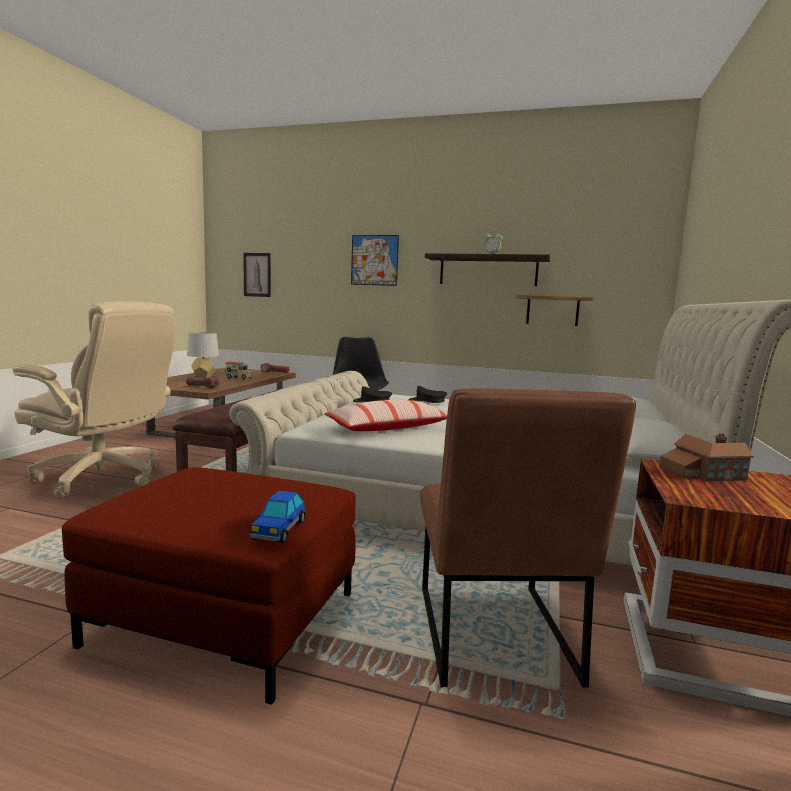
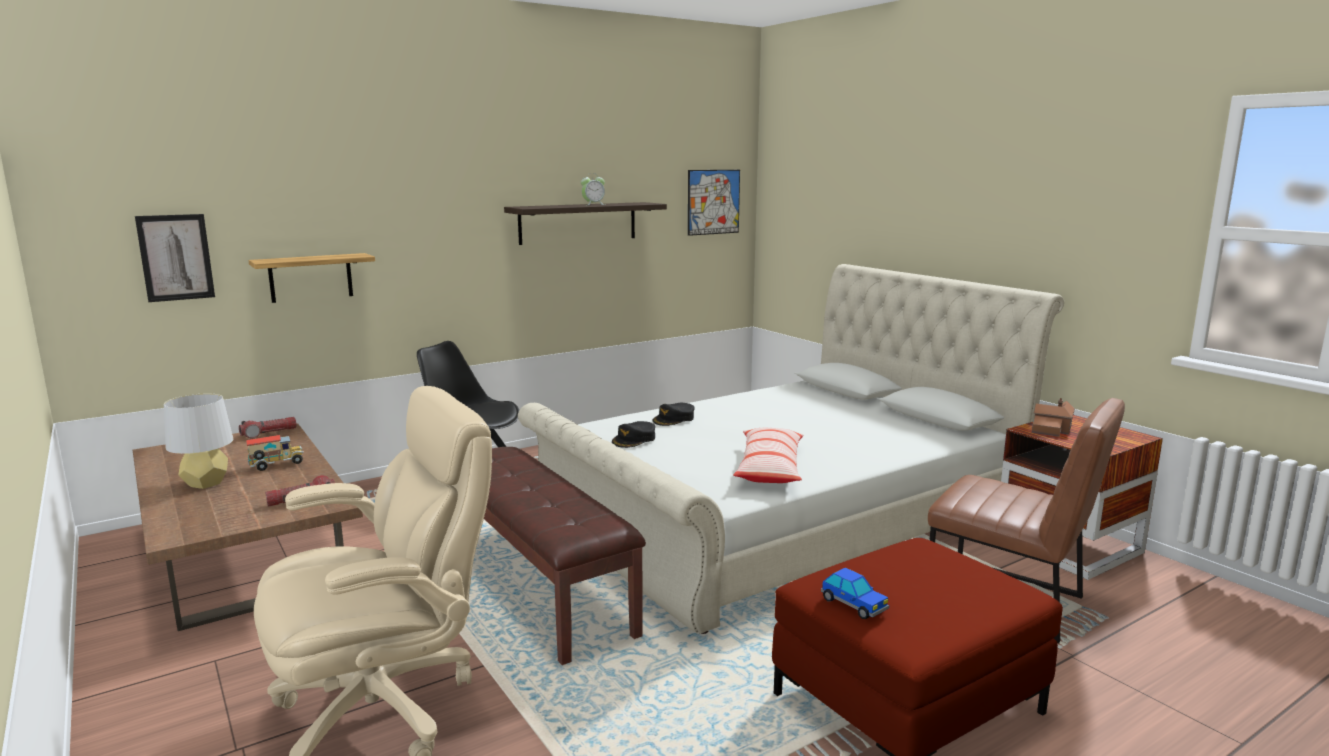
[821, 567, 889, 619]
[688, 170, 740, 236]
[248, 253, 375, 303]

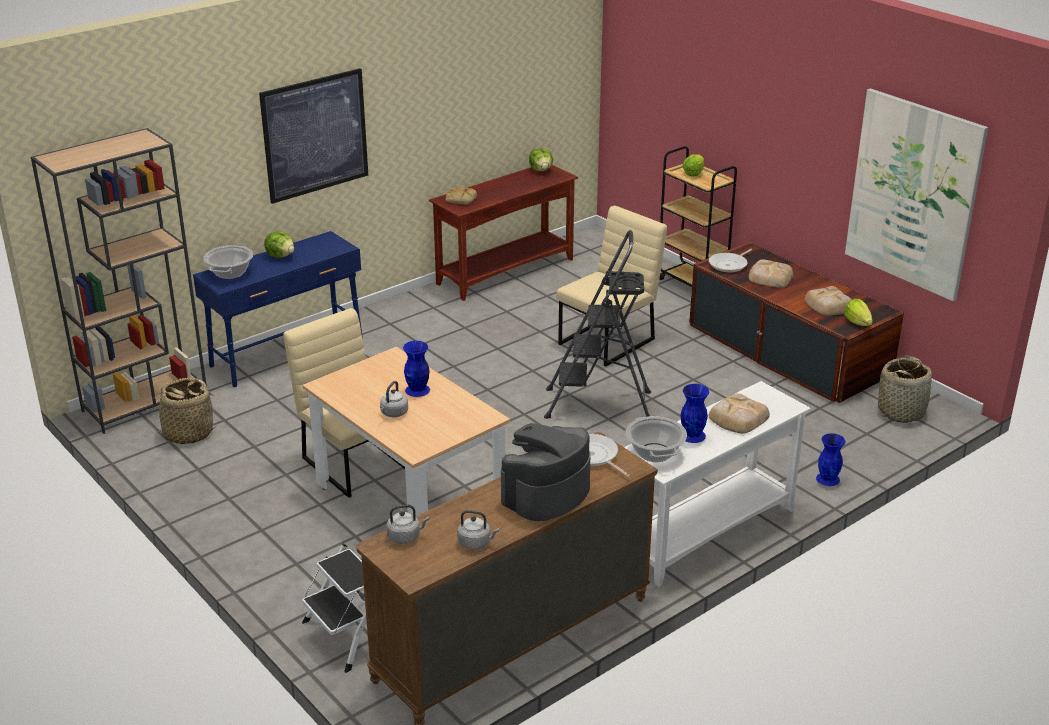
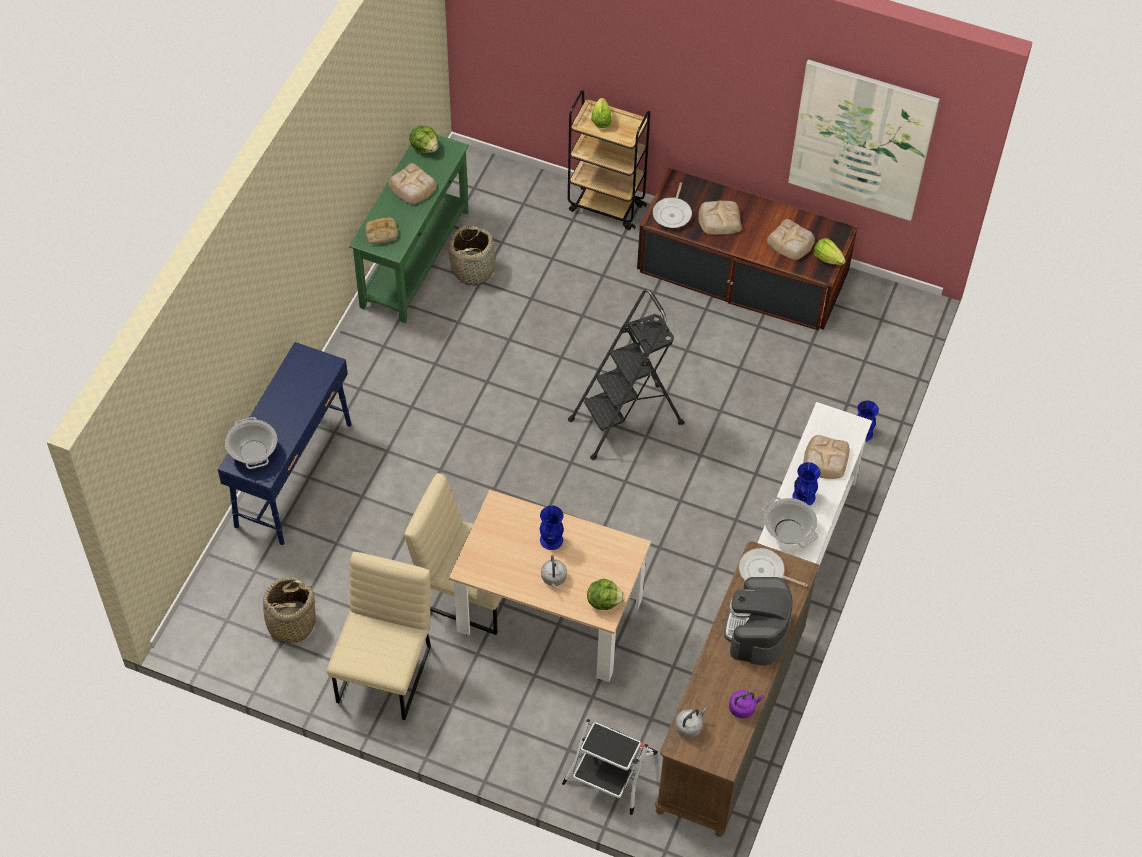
[31, 128, 207, 434] (first image)
[259, 68, 368, 204] (first image)
[587, 578, 625, 610]
[349, 134, 469, 323]
[729, 690, 764, 719]
[327, 552, 431, 720]
[449, 225, 495, 286]
[388, 163, 437, 204]

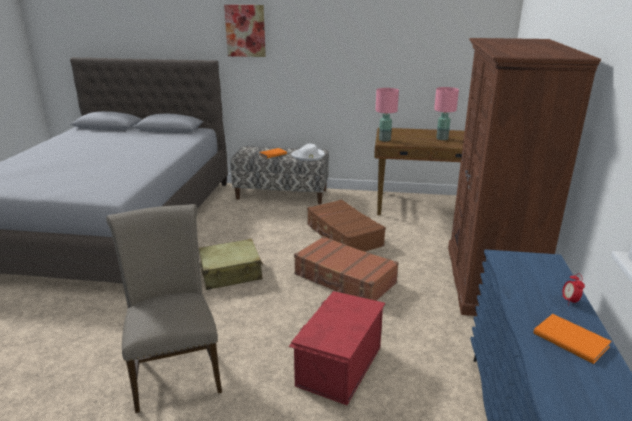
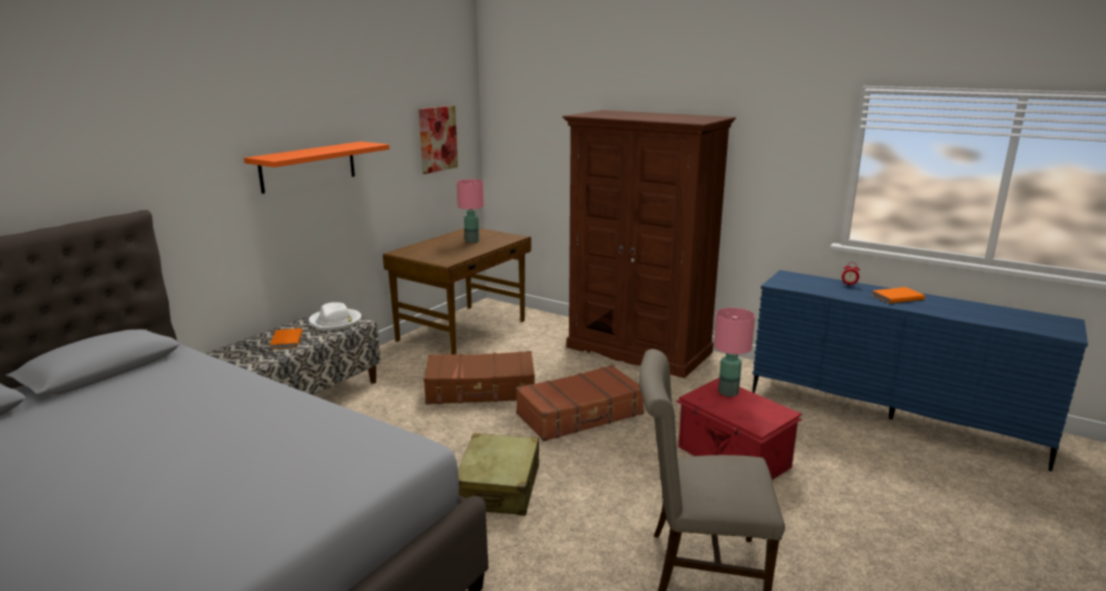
[419, 106, 458, 174]
[714, 308, 755, 397]
[244, 141, 390, 194]

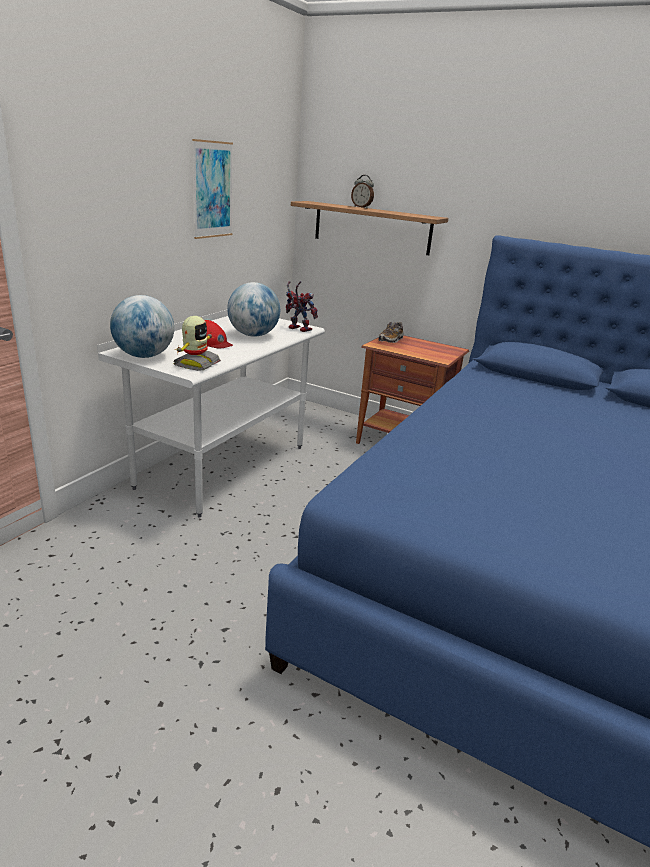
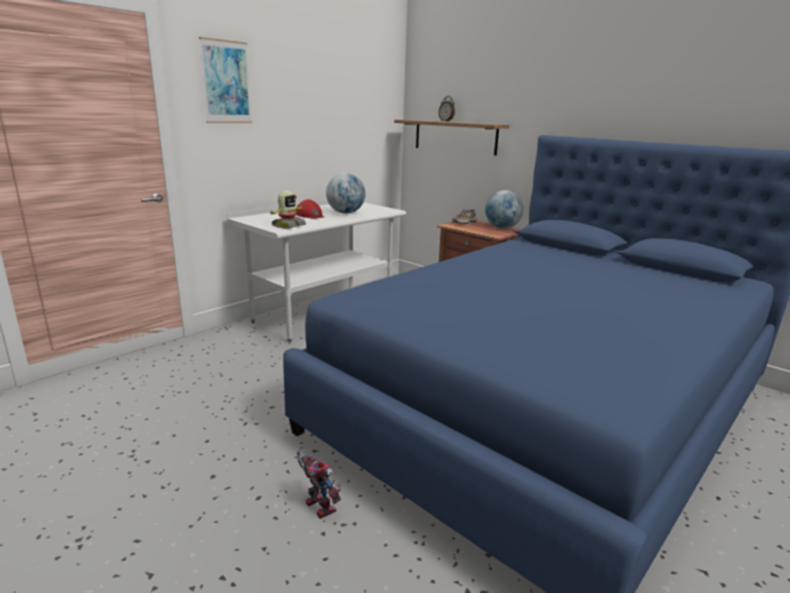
[485, 190, 524, 229]
[199, 37, 252, 123]
[297, 445, 341, 519]

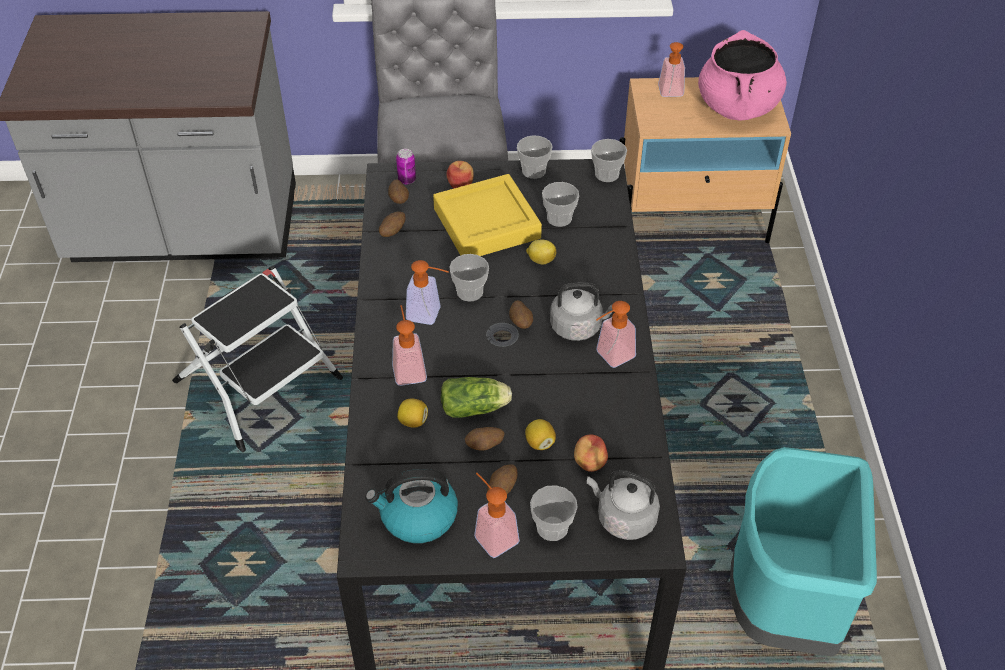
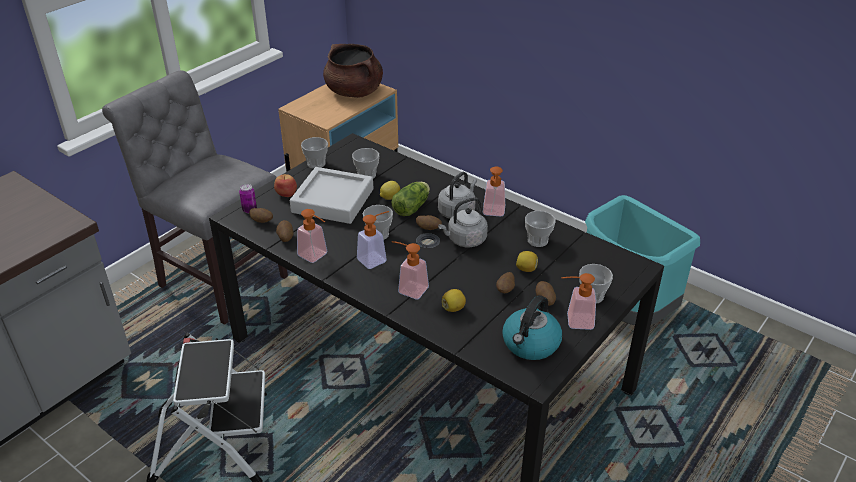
[290, 167, 373, 224]
[392, 182, 430, 216]
[574, 435, 608, 472] (first image)
[438, 197, 488, 247]
[525, 211, 555, 247]
[297, 209, 327, 263]
[323, 44, 383, 98]

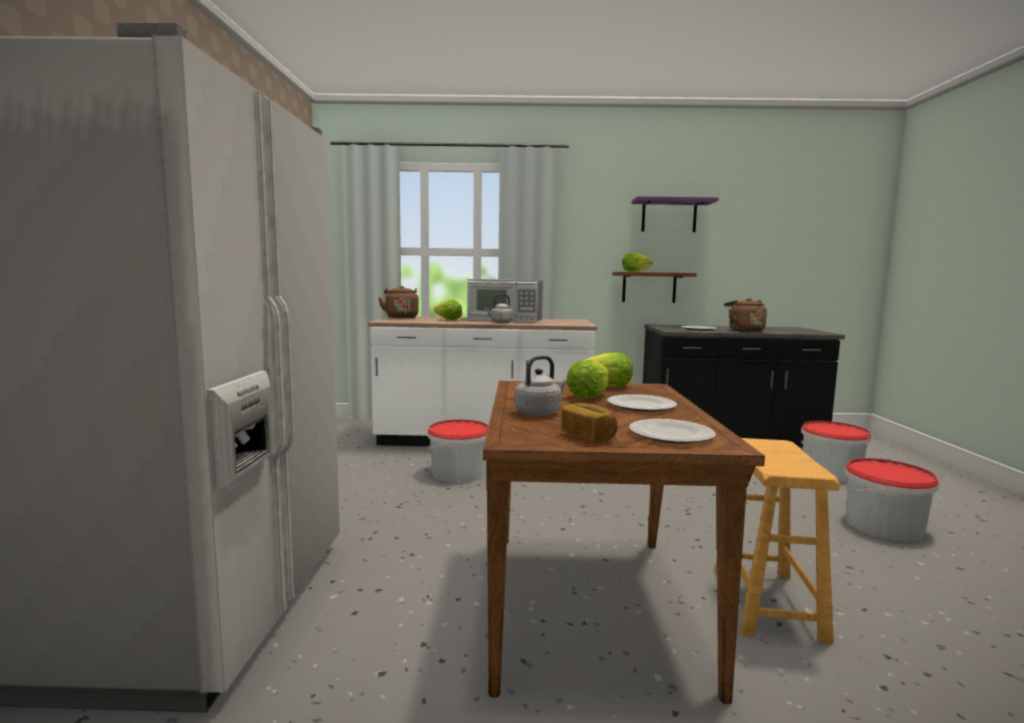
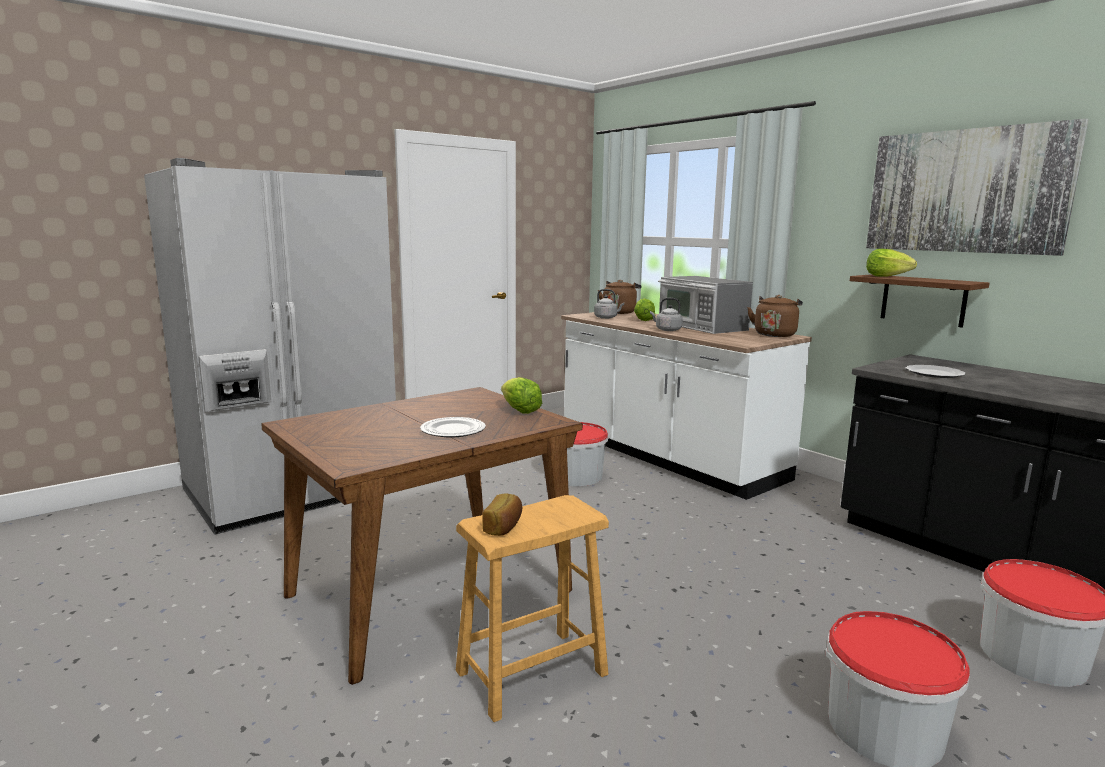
[594, 289, 624, 319]
[482, 493, 522, 536]
[567, 360, 609, 399] (first image)
[629, 419, 715, 444] (first image)
[866, 118, 1089, 256]
[747, 295, 803, 337]

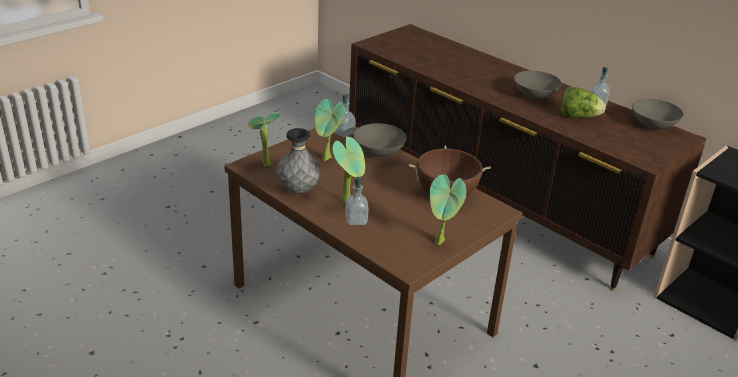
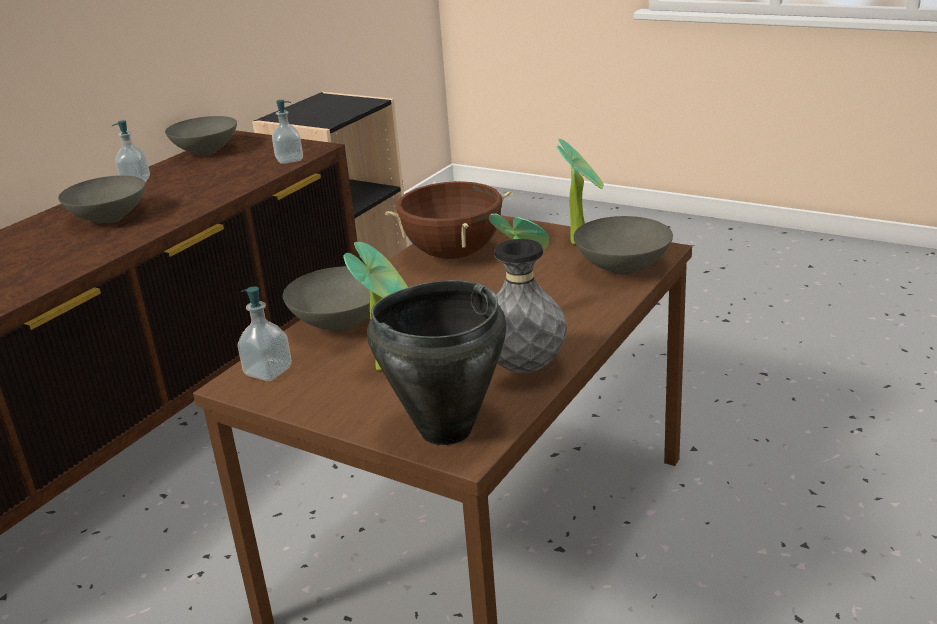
[367, 280, 506, 445]
[272, 100, 303, 164]
[561, 87, 606, 118] (first image)
[574, 216, 673, 275]

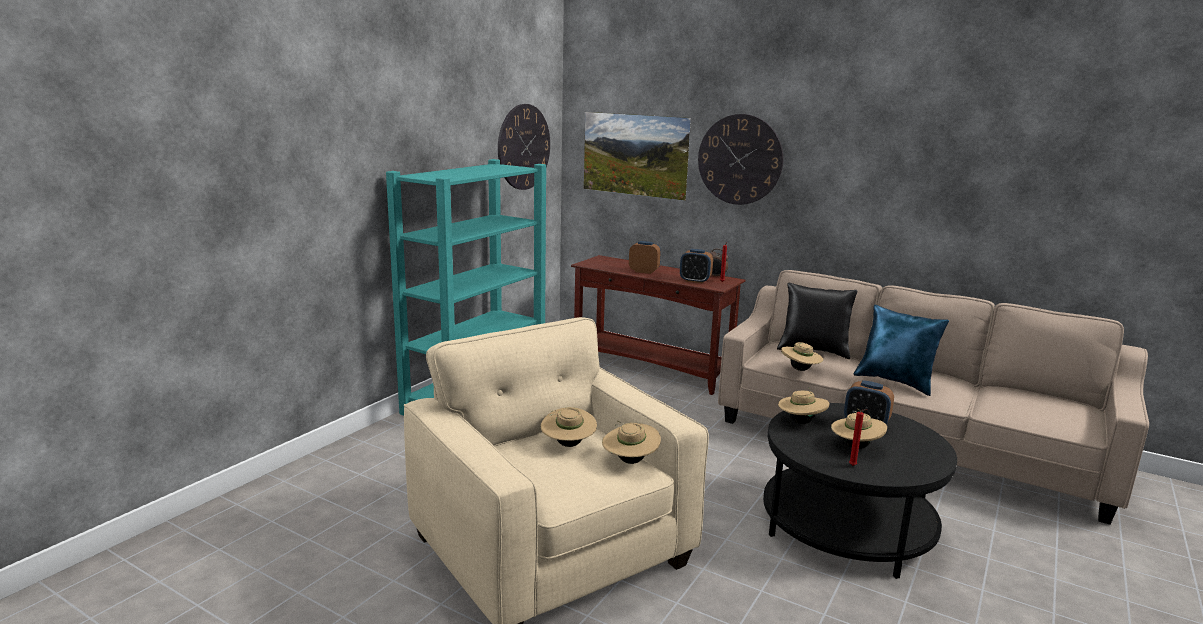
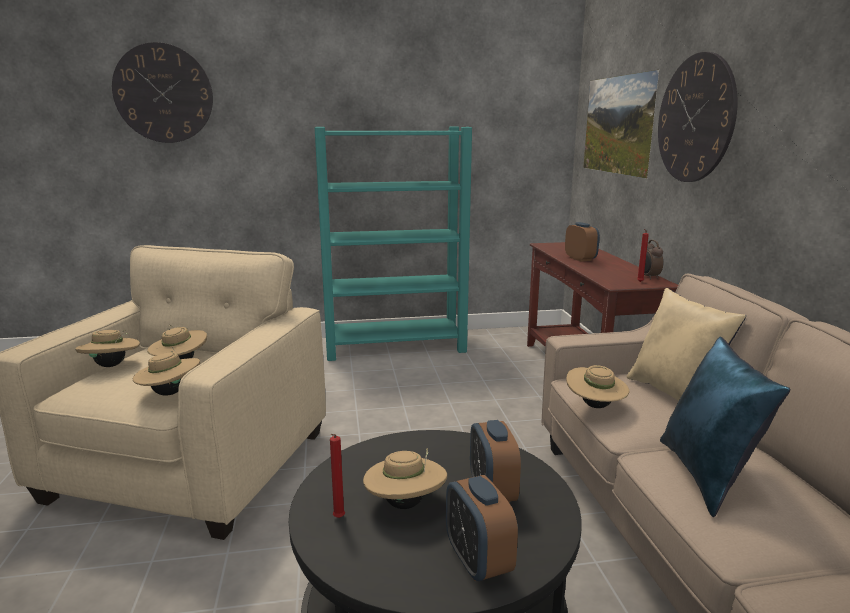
[112, 42, 213, 143]
[446, 475, 518, 581]
[626, 288, 746, 401]
[75, 330, 140, 367]

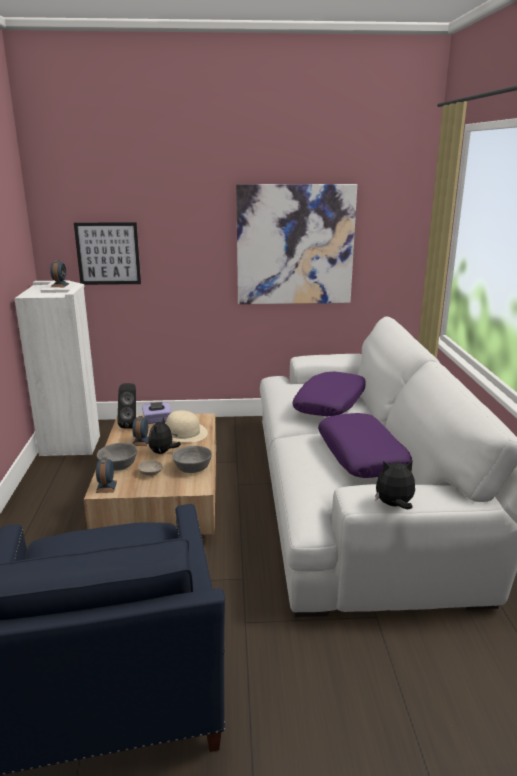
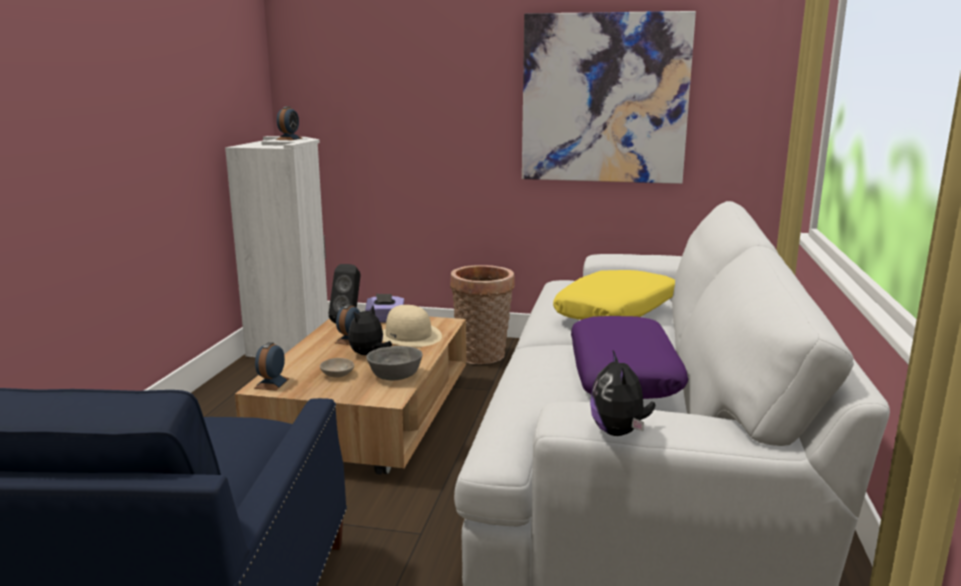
[74, 222, 141, 285] (first image)
[97, 443, 137, 471] (first image)
[553, 270, 675, 320]
[590, 351, 655, 436]
[450, 265, 515, 364]

